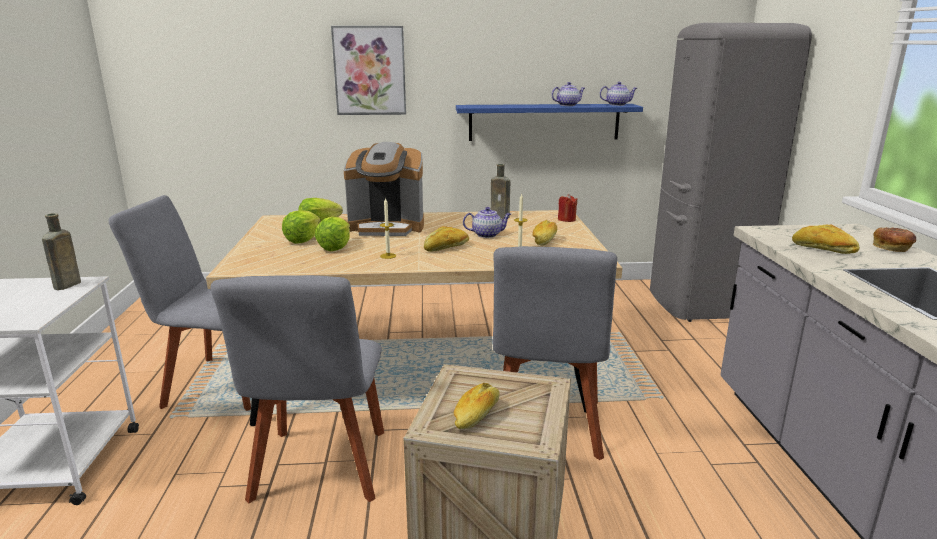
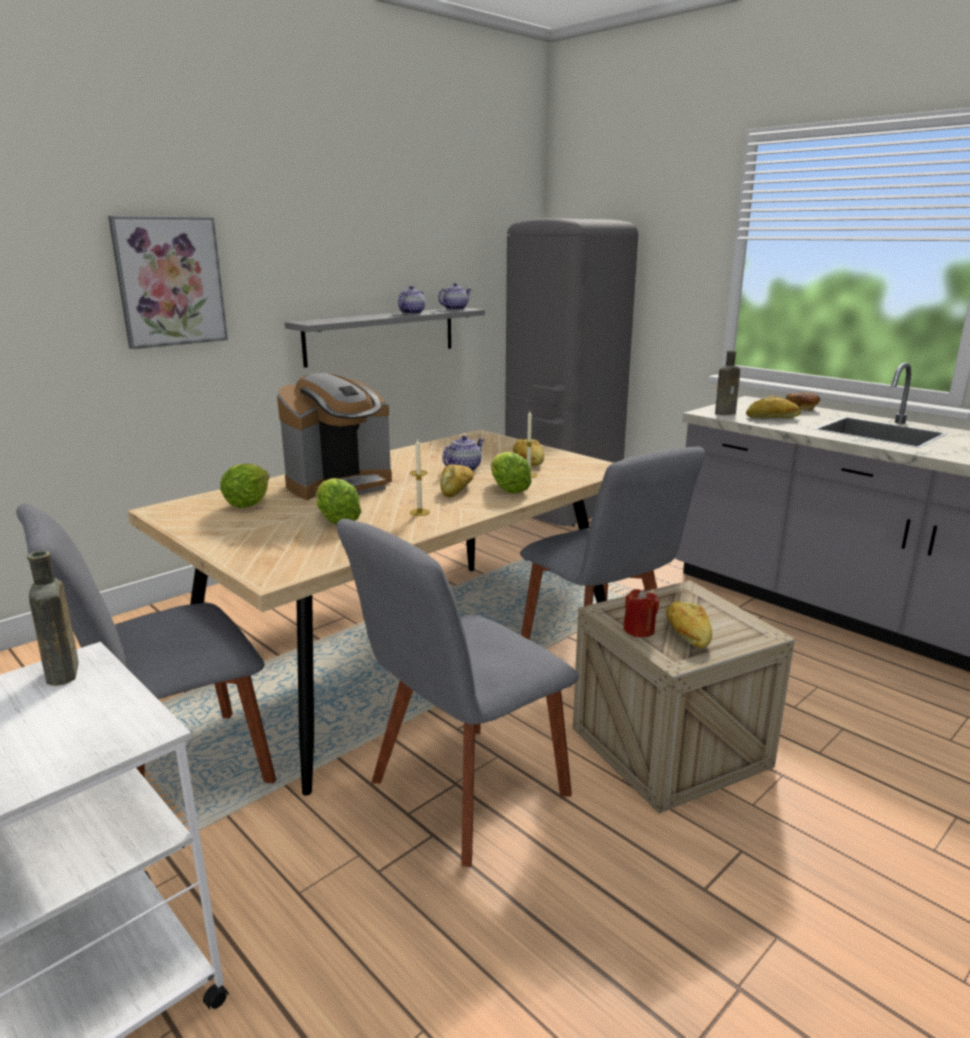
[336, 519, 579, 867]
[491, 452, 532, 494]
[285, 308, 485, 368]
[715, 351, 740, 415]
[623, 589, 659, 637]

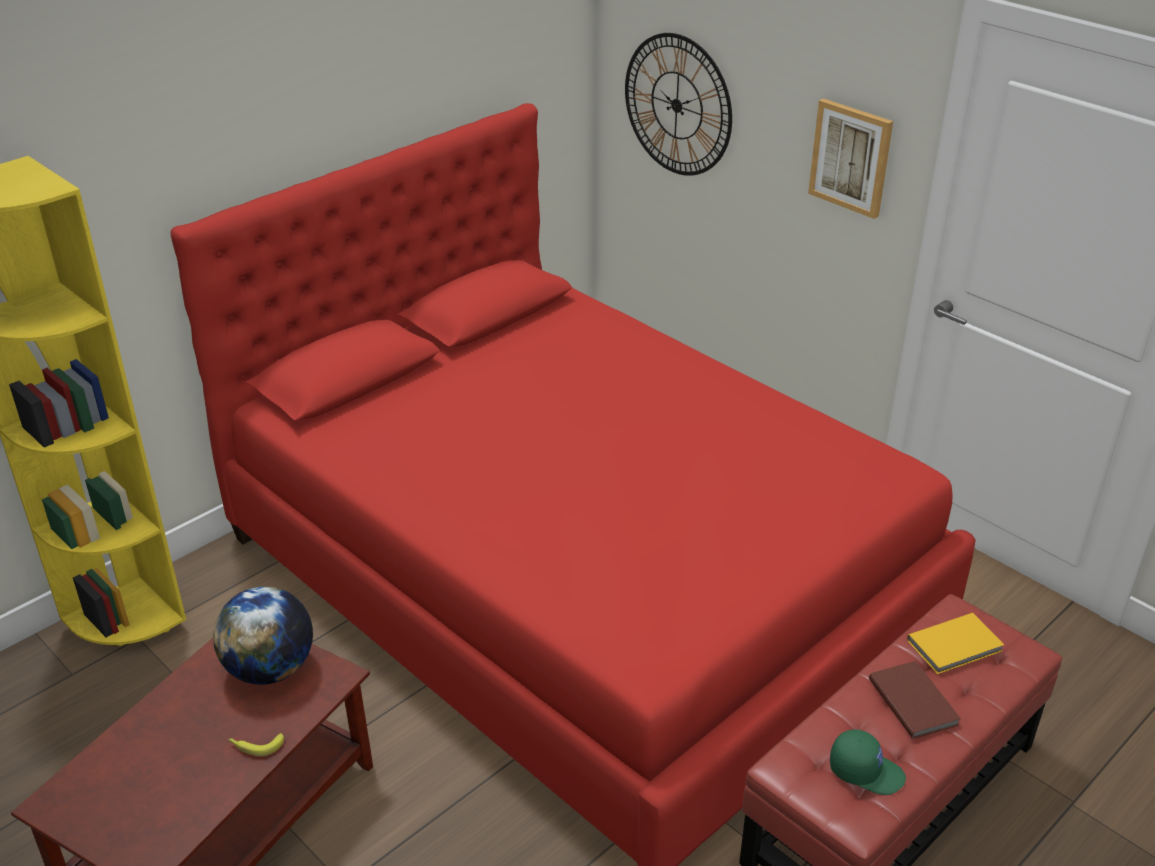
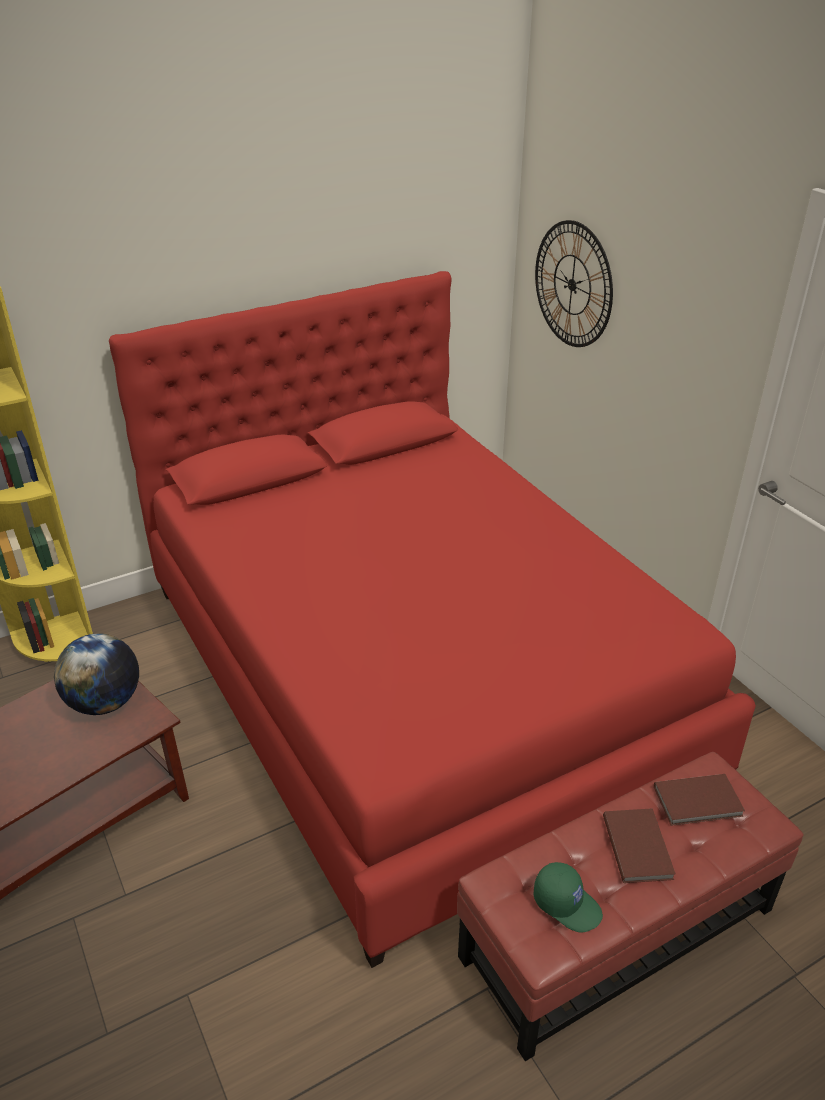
[228, 733, 284, 756] (first image)
[808, 99, 893, 219] (first image)
[654, 774, 745, 826]

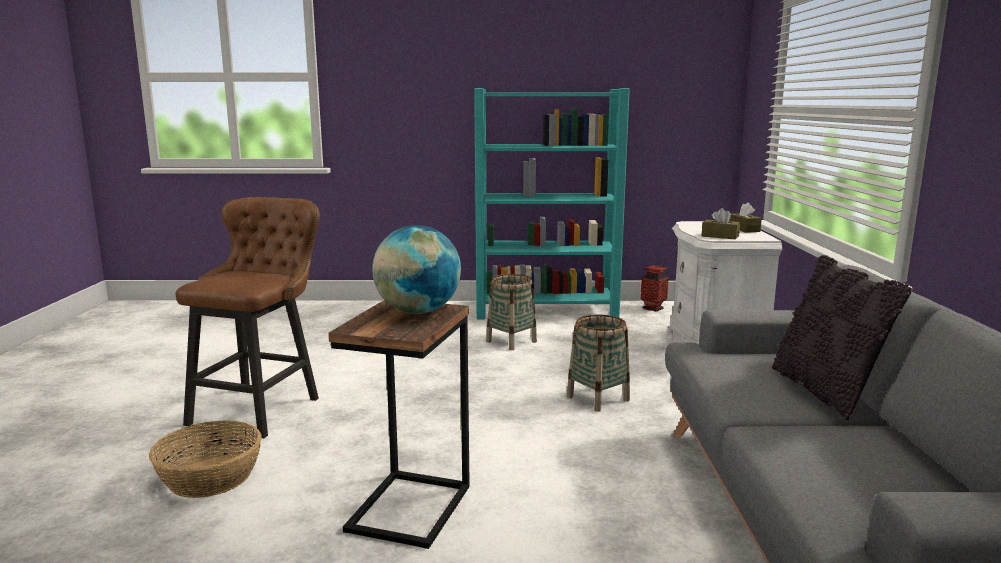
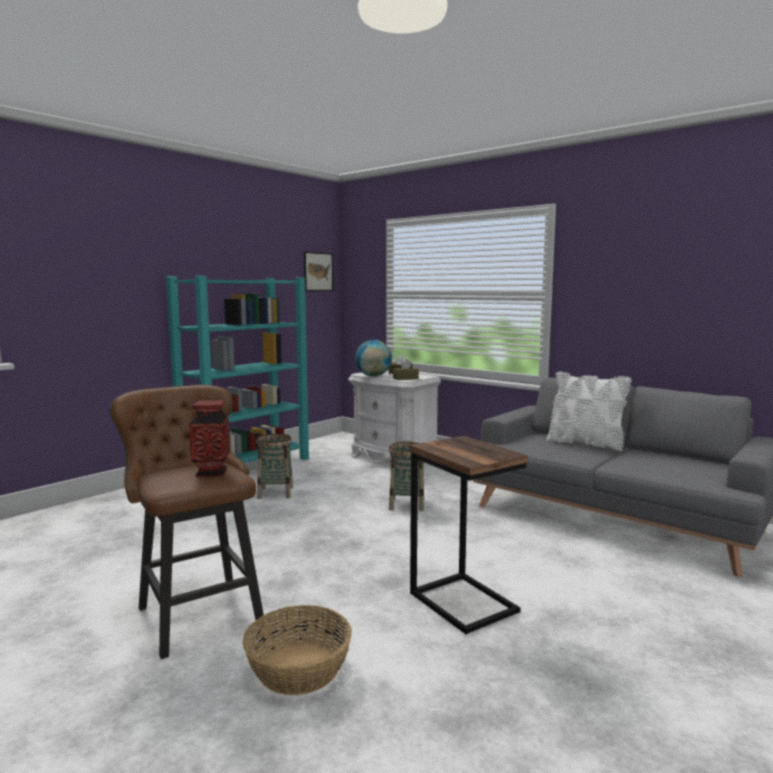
[355, 340, 392, 376]
[189, 400, 230, 478]
[546, 371, 632, 451]
[304, 252, 333, 291]

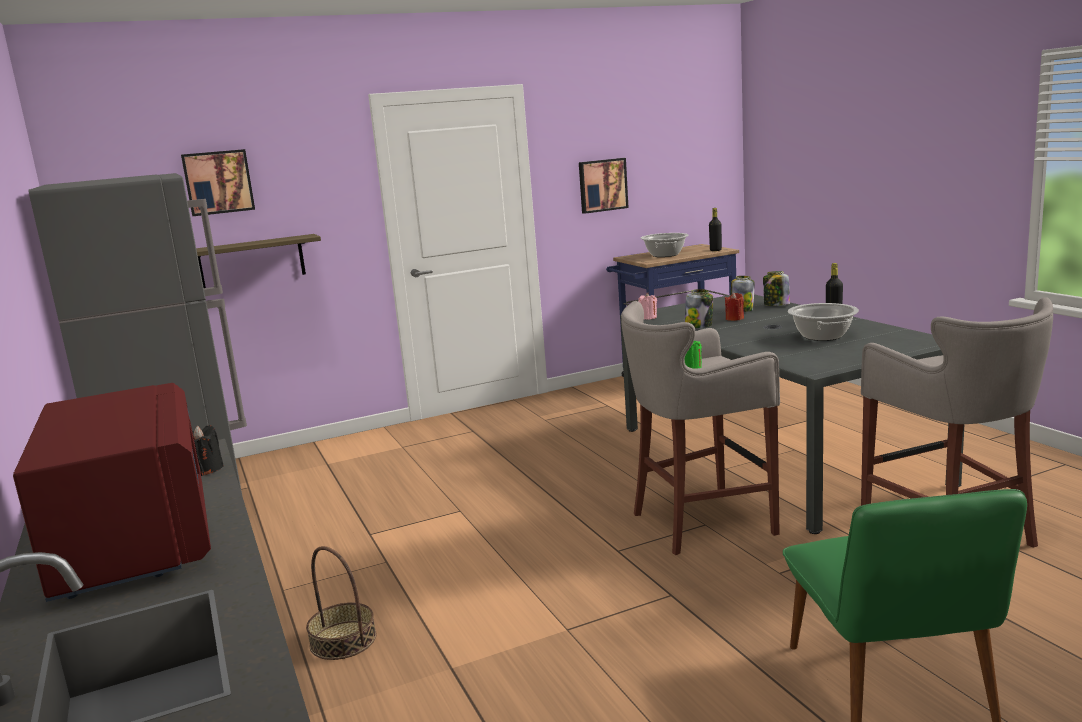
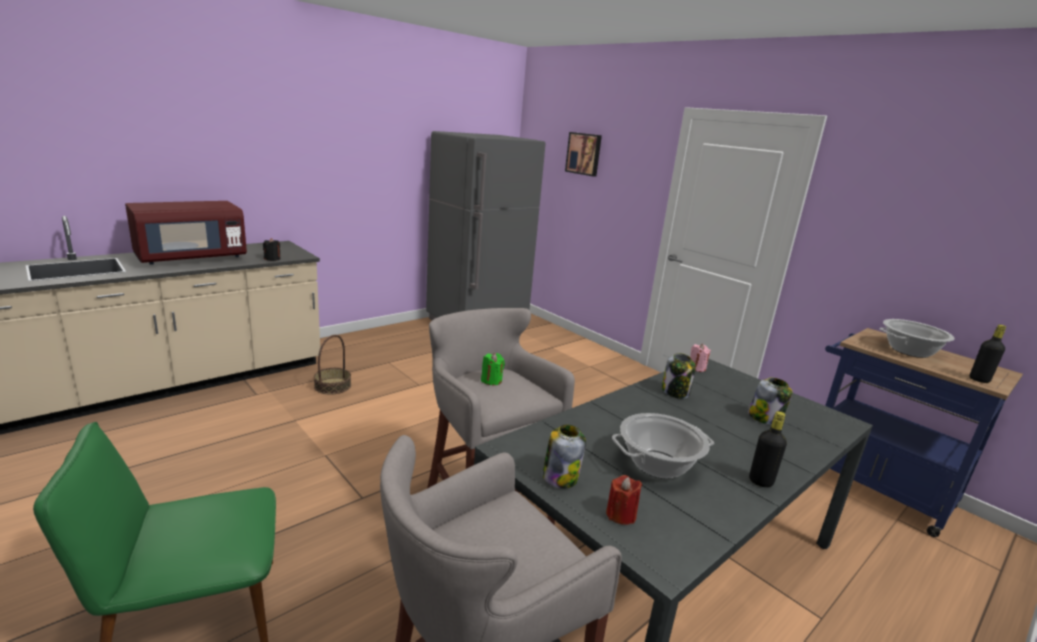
[196, 234, 321, 288] (first image)
[579, 158, 629, 214] (first image)
[606, 475, 642, 525]
[542, 425, 586, 488]

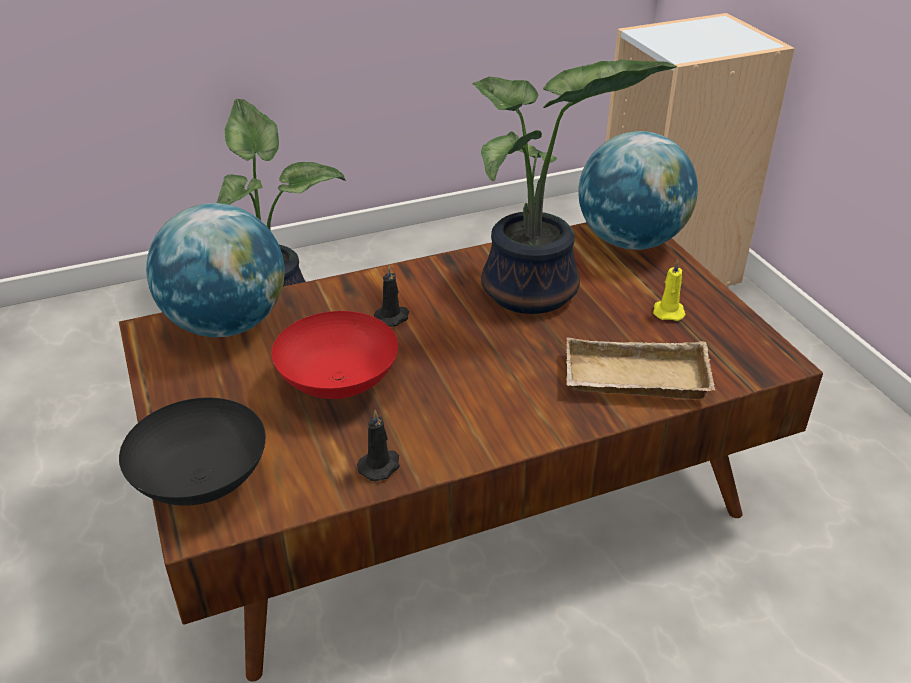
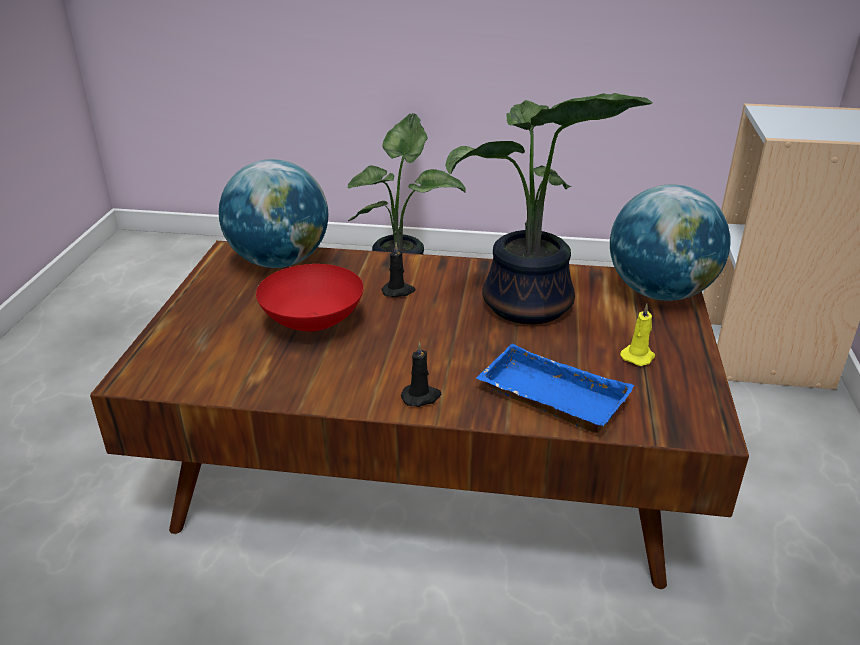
[119, 398, 266, 506] (first image)
[401, 341, 441, 407]
[476, 344, 634, 433]

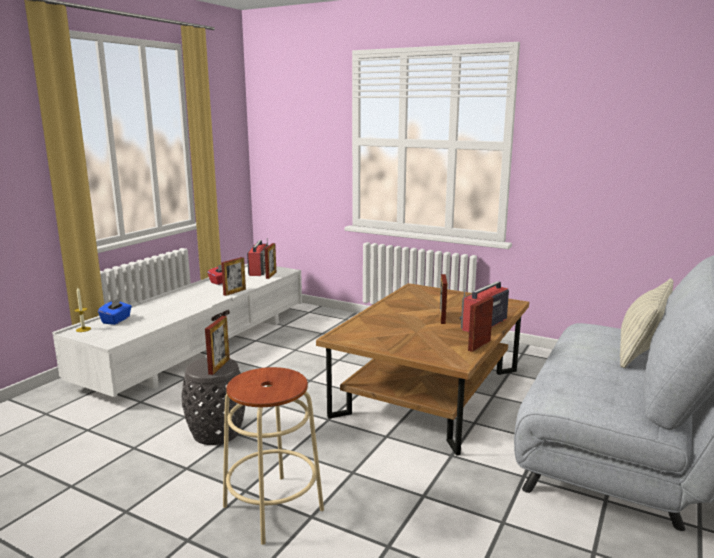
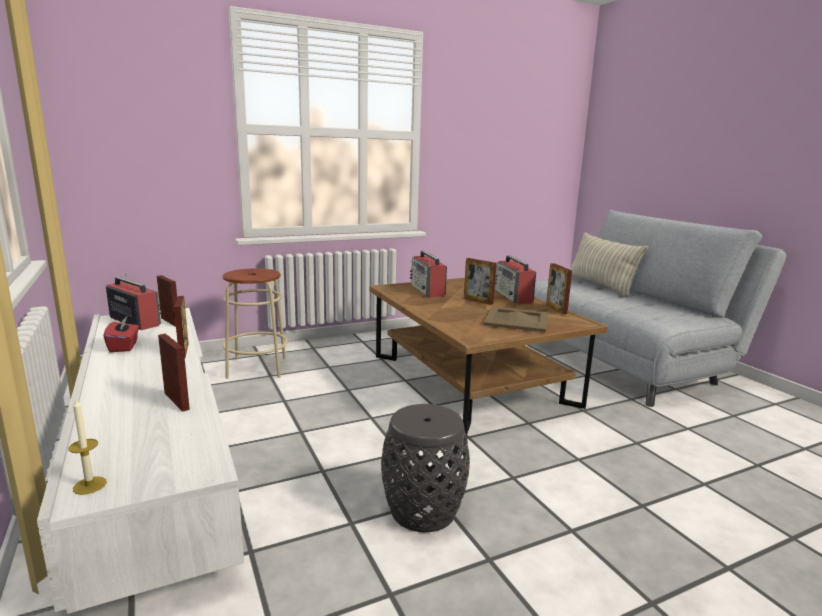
[98, 298, 132, 325] (first image)
[158, 334, 190, 412]
[223, 268, 288, 379]
[410, 251, 447, 298]
[483, 307, 549, 332]

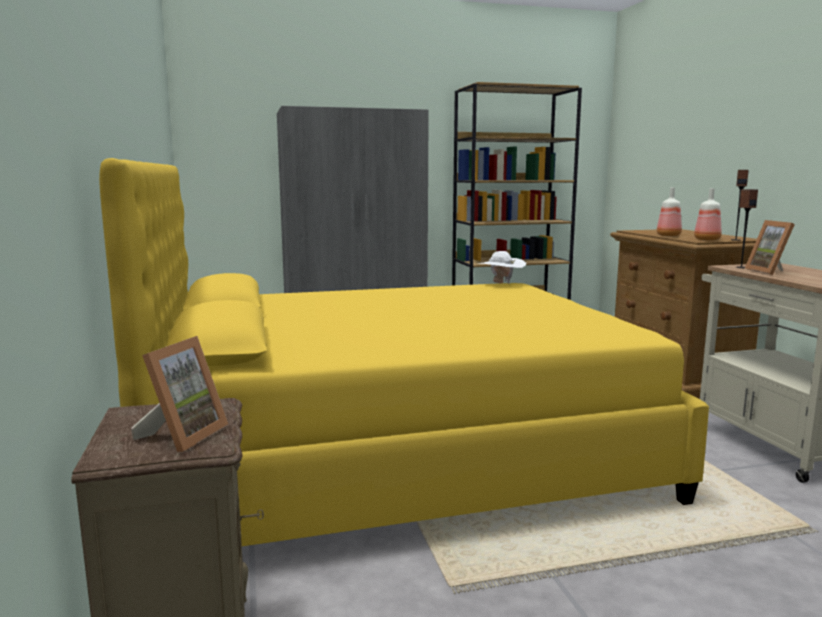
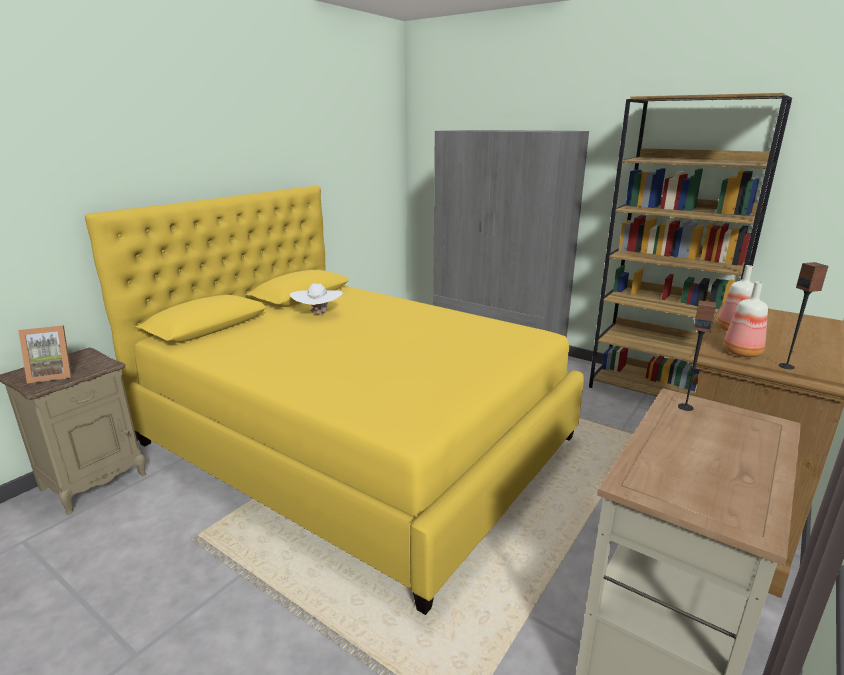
[290, 284, 343, 315]
[745, 220, 795, 275] (first image)

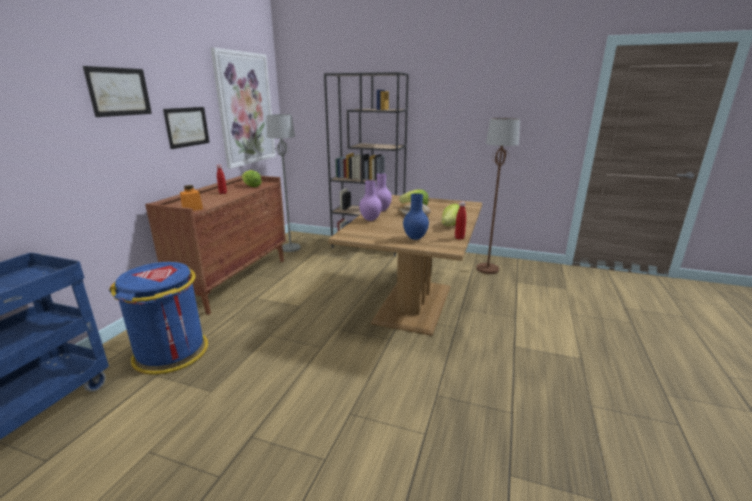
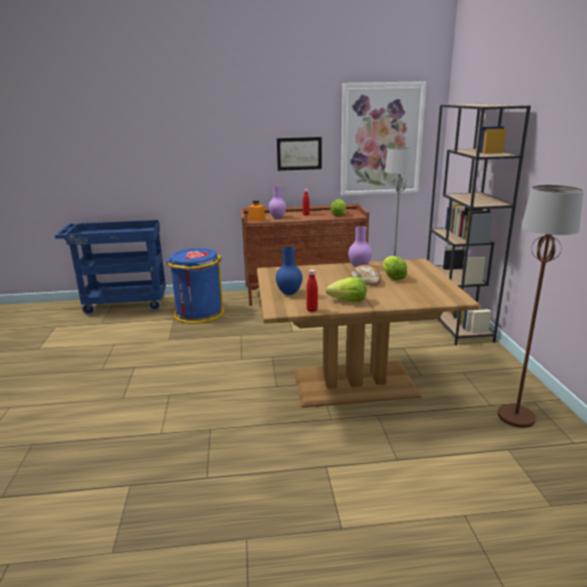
[83, 66, 152, 117] (first image)
[269, 186, 286, 219]

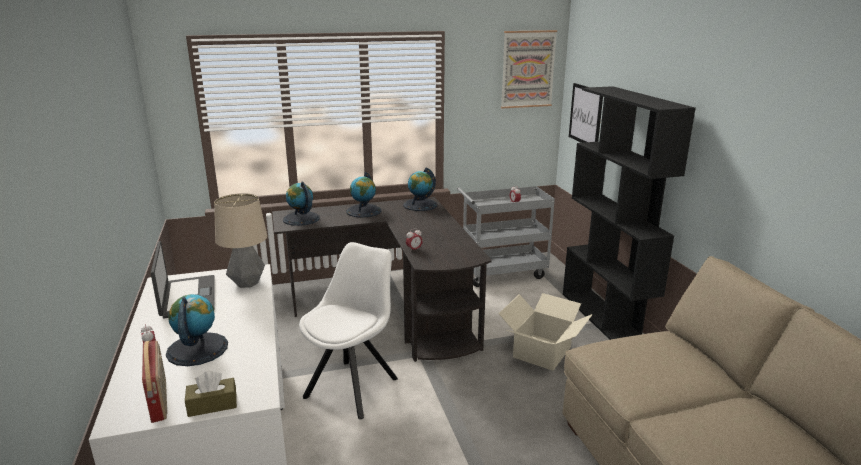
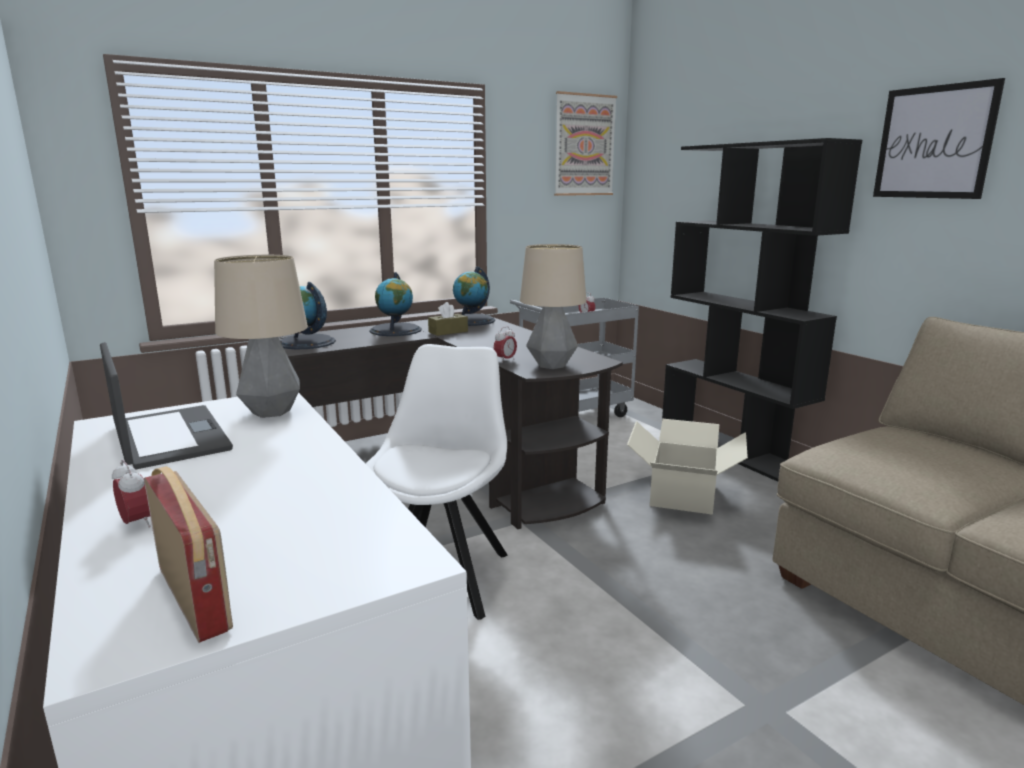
[166, 294, 228, 366] (first image)
[428, 302, 468, 336]
[873, 78, 1005, 199]
[520, 244, 587, 369]

